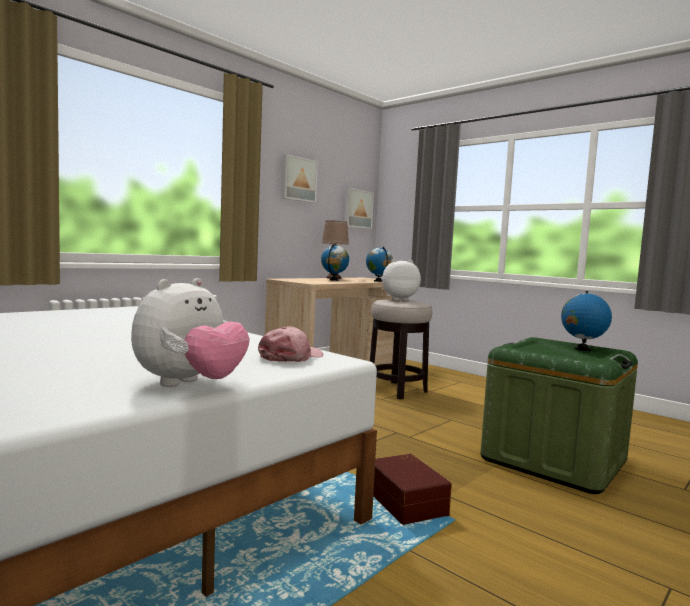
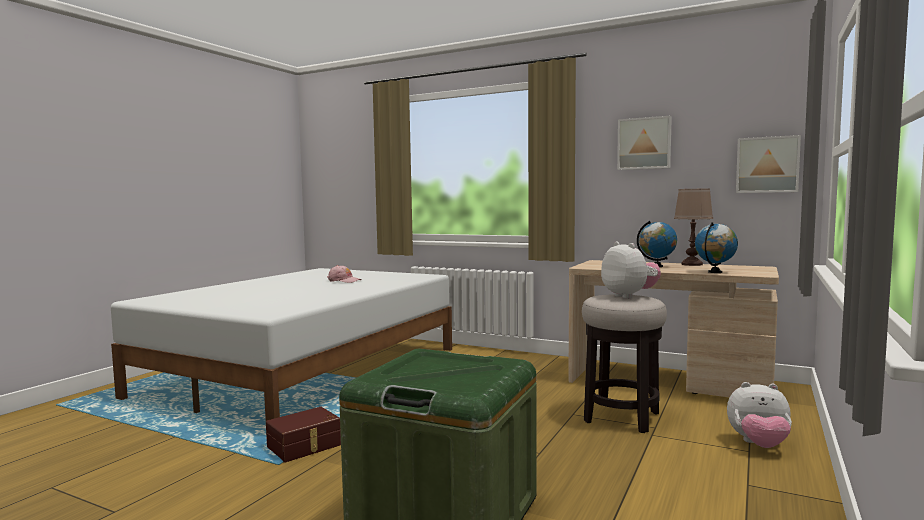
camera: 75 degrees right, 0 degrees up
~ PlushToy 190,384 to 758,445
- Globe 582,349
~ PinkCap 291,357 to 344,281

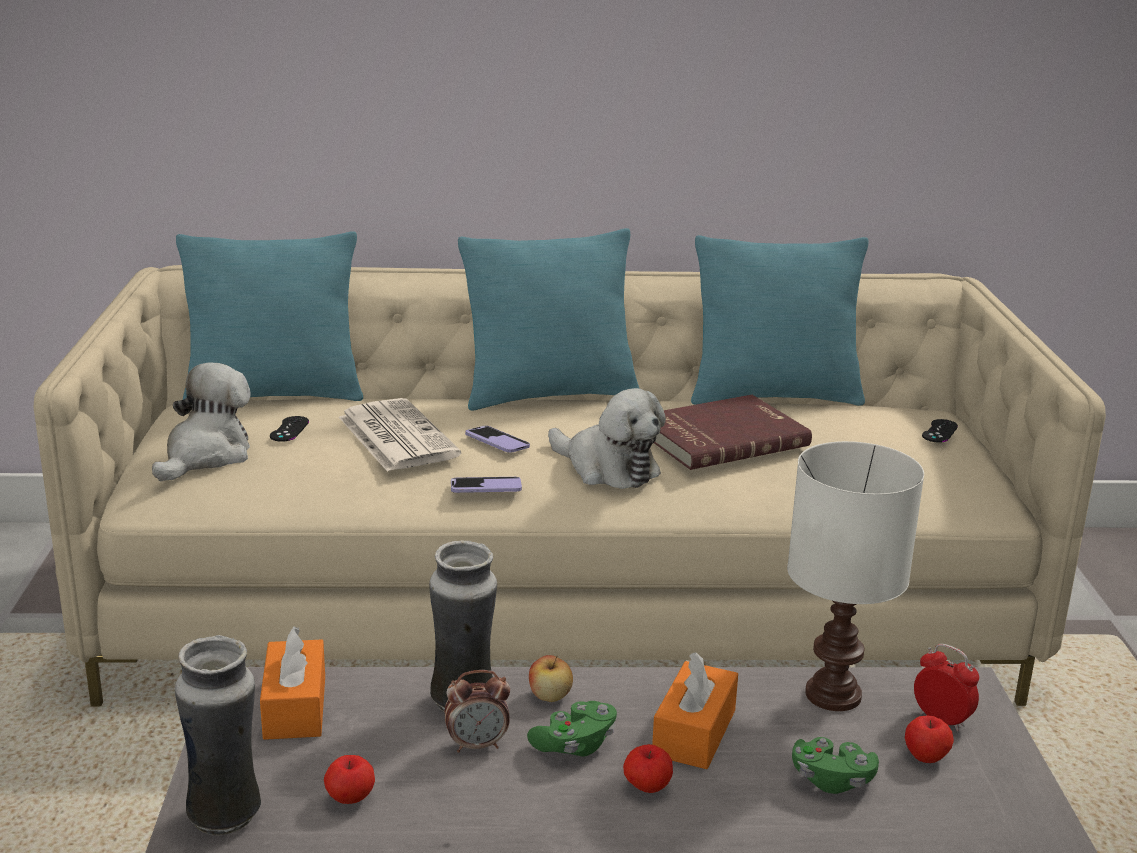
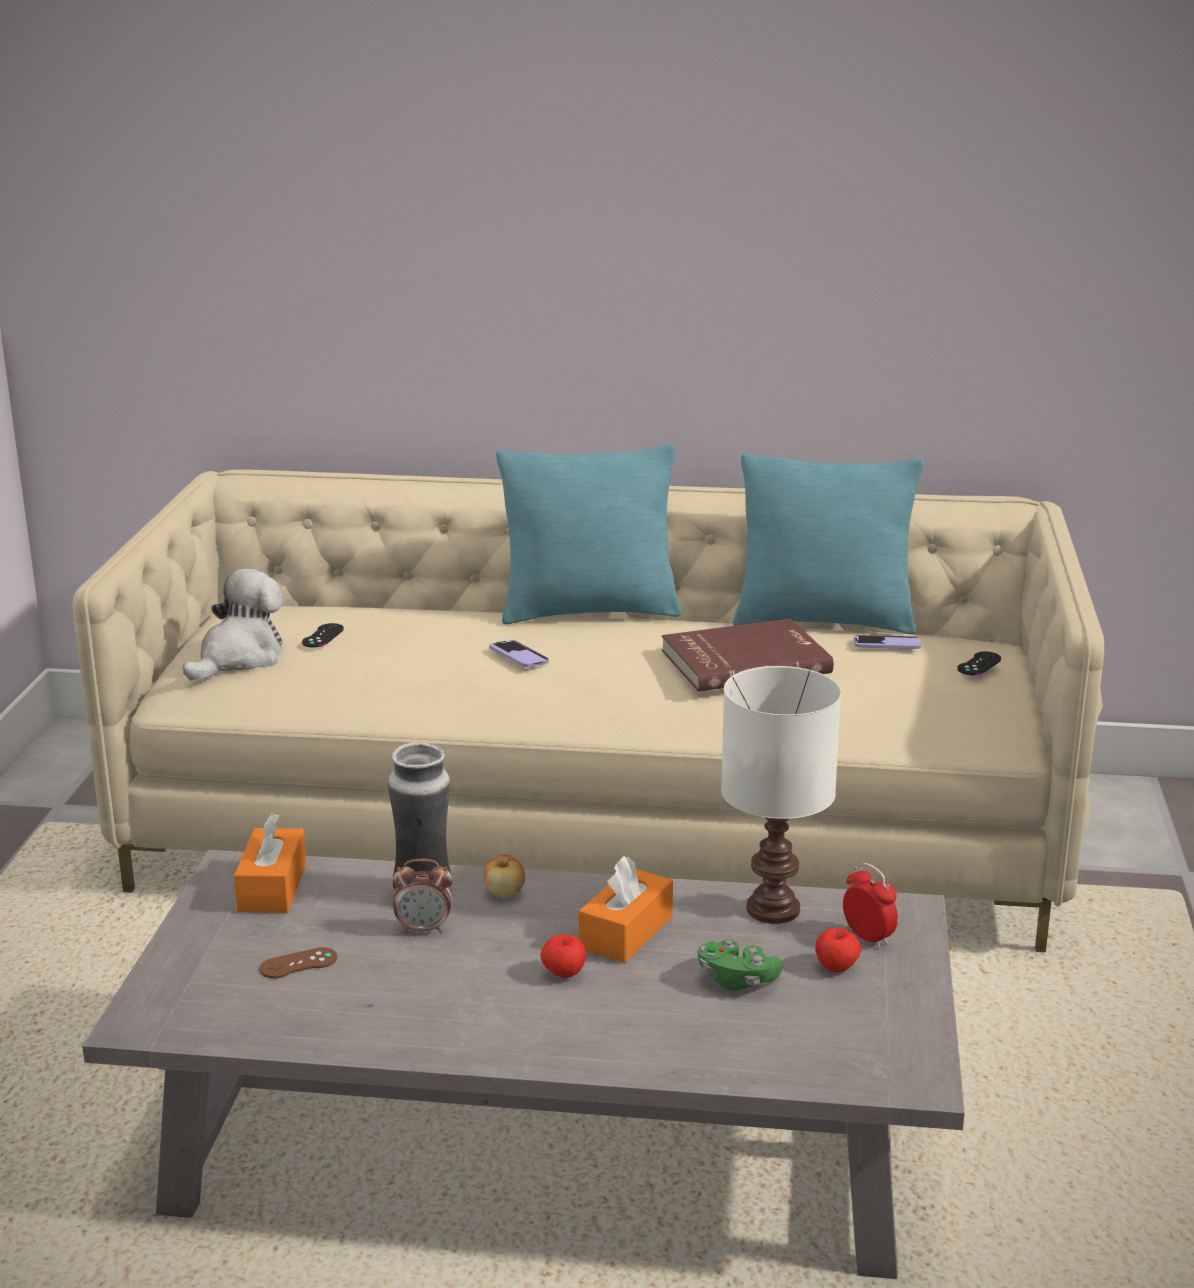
camera: 10 degrees right, 0 degrees up
- TurquoisePillow 275,395
- PlushToy 607,469
- Newspaper 395,436
~ Phone 486,487 to 886,644
- Vase 226,816
- GreenGameController 575,745
~ Apple 350,799 to BrownGameController 298,963

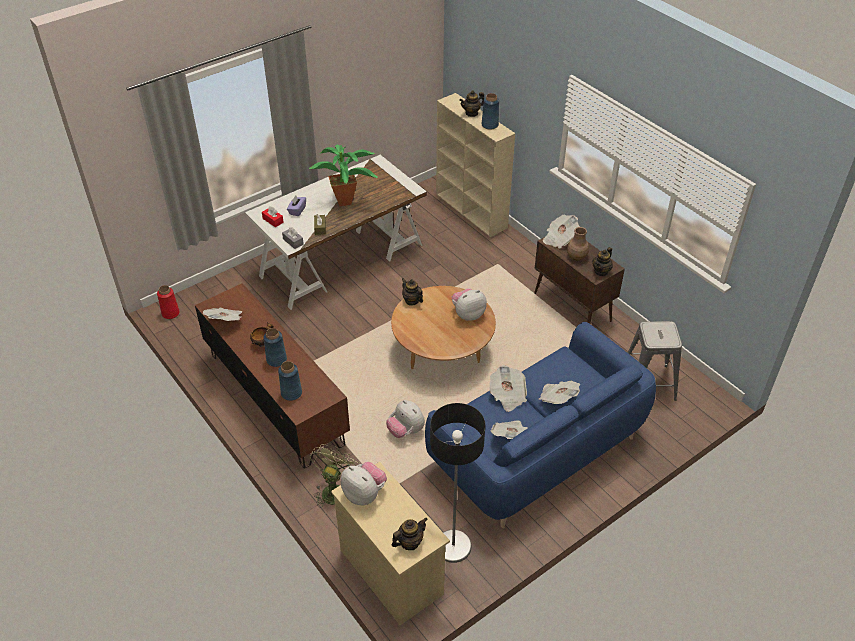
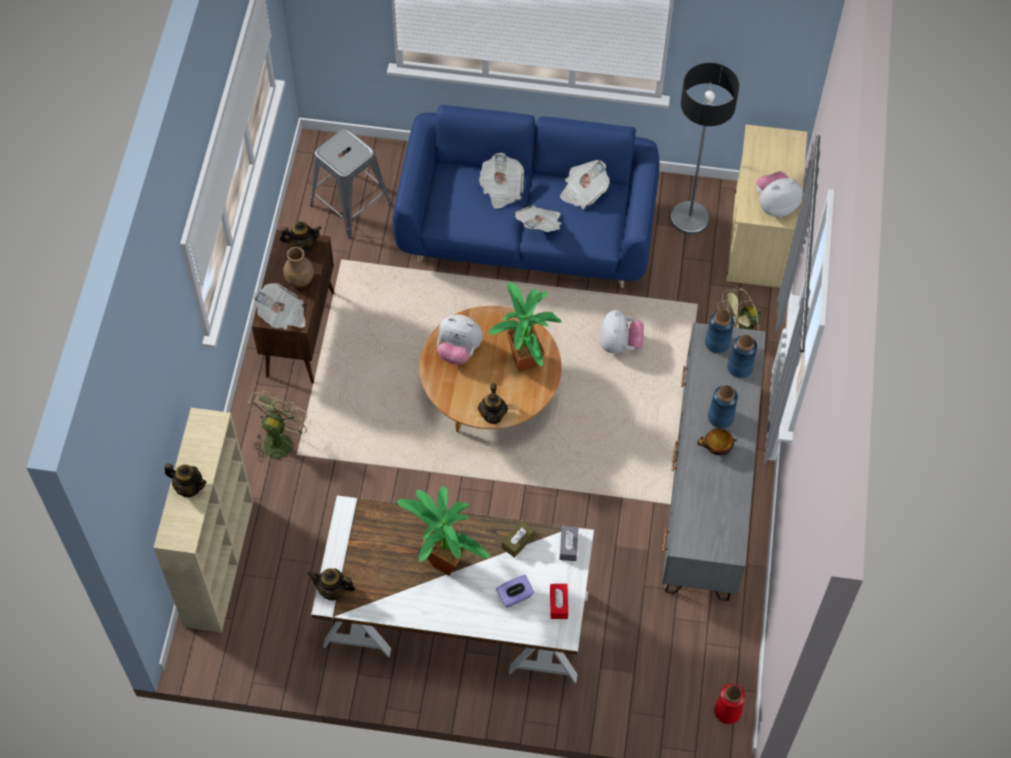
camera: 135 degrees left, 15 degrees up
~ BlueVase 489,125 to 717,343
~ BrownTvStand 275,397 to GreyTvStand 707,486
- Newspaper 225,321
~ PlushToy 364,494 = 775,205 75 degrees clockwise
~ Teapot 409,542 to 332,590
+ PottedPlant 525,357
+ GreenFan 279,439

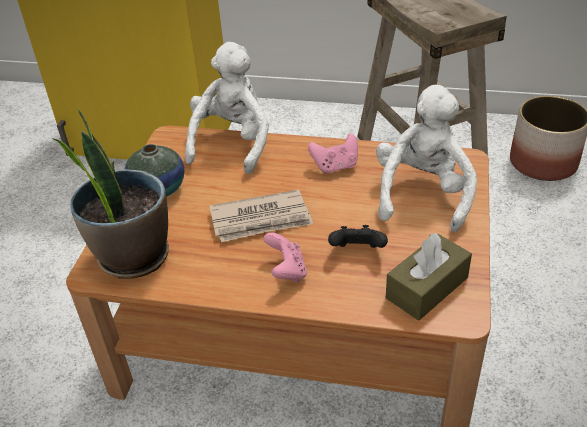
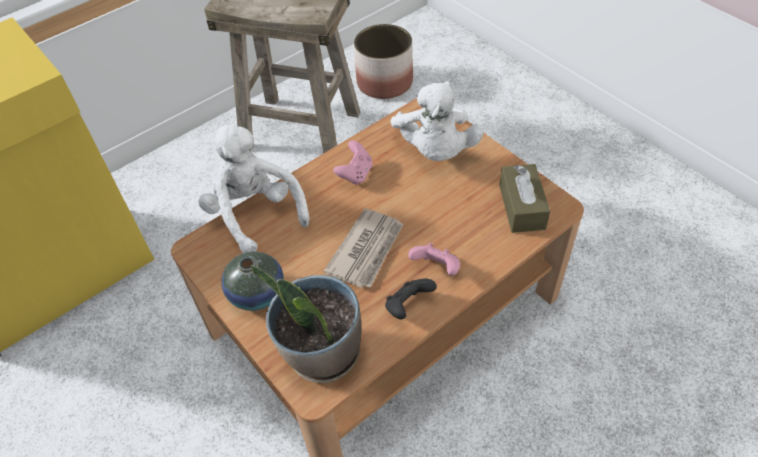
camera: 50 degrees left, 10 degrees up
~ WhitePlushToy 422,194 = 435,150 150 degrees counterclockwise
~ BlackGameController 357,251 to 408,306

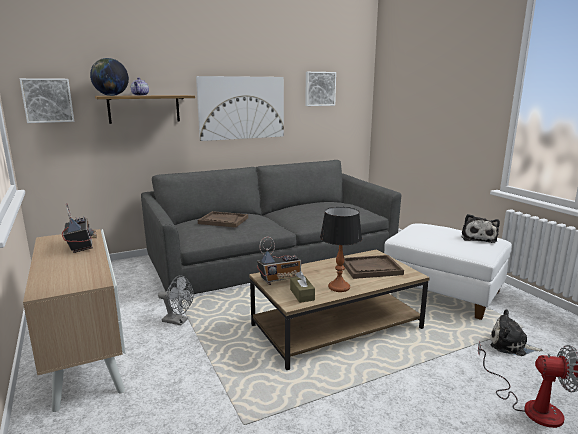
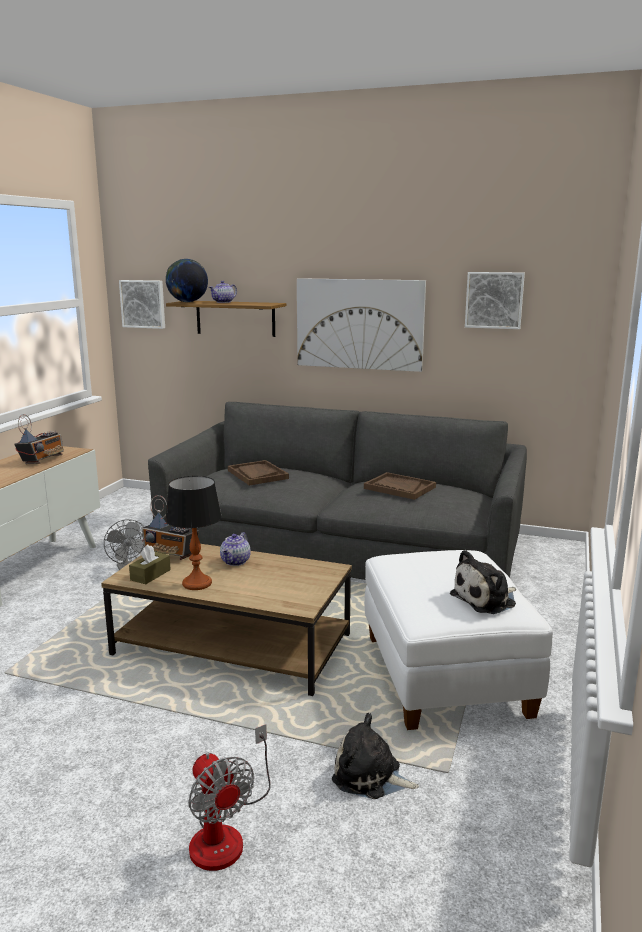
camera: 45 degrees right, 0 degrees up
~ BrownTray 371,268 to 399,488
~ PlushToy 511,345 = 370,776 45 degrees counterclockwise
+ Teapot 236,561

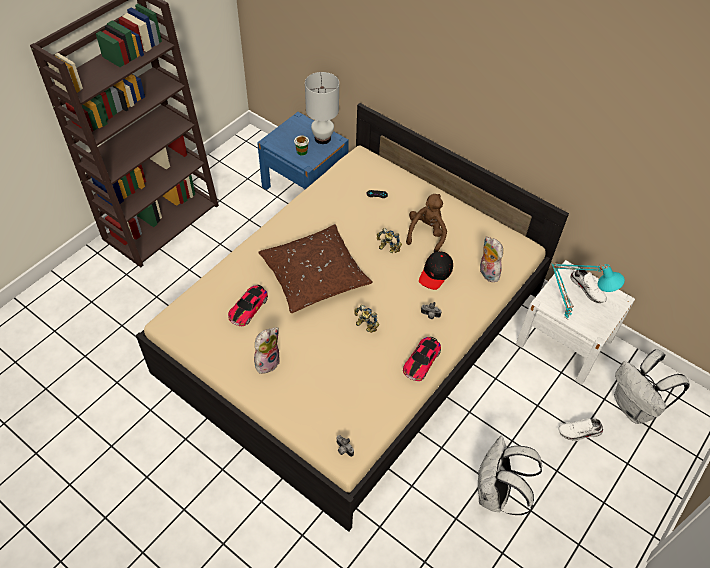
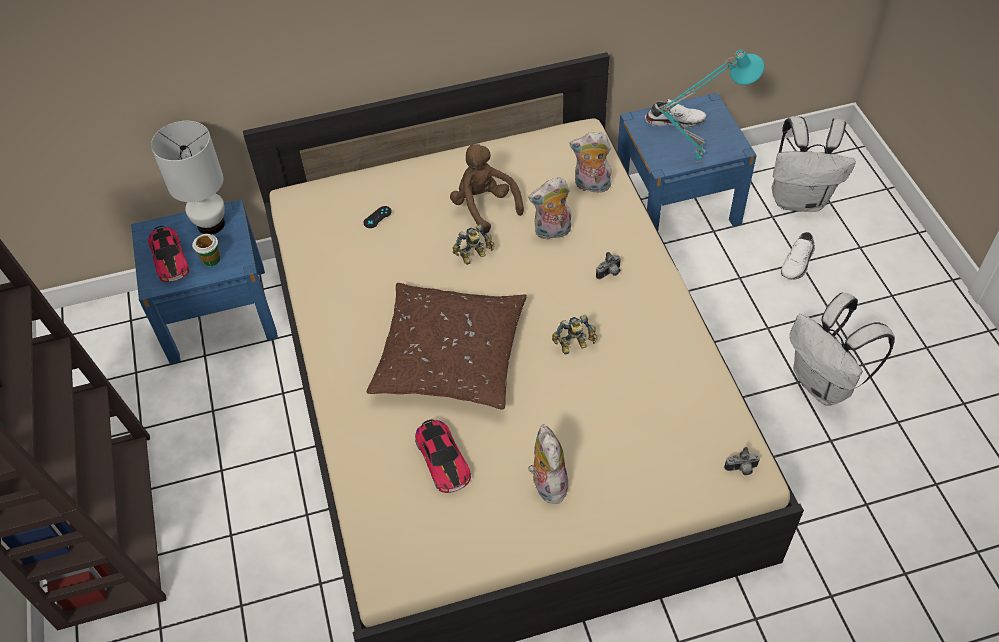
camera: 50 degrees left, 0 degrees up
~ BlackCap 435,273 to PlushToy 552,232
~ WhiteNightstand 564,341 to BlueNightstand 677,203
~ ToyCar 421,361 to 170,259

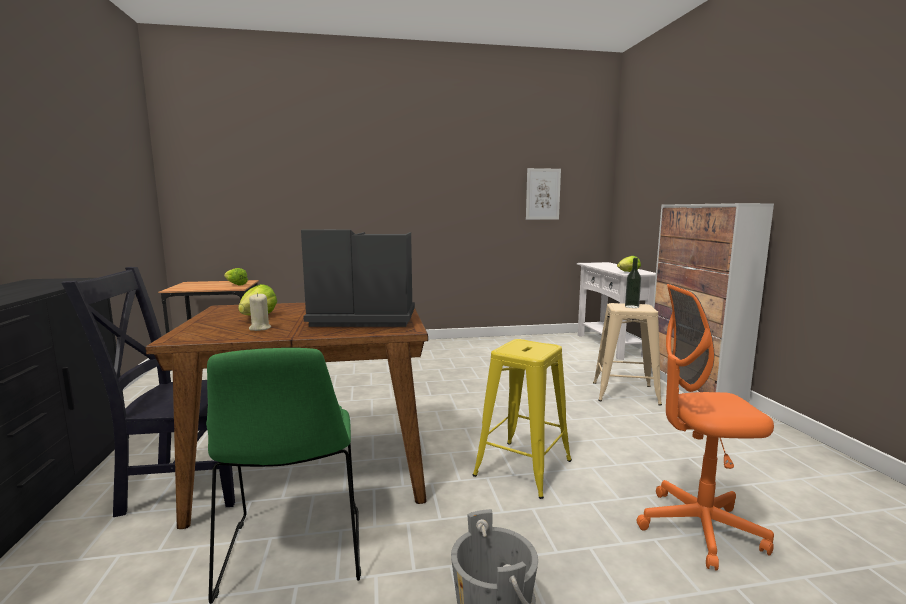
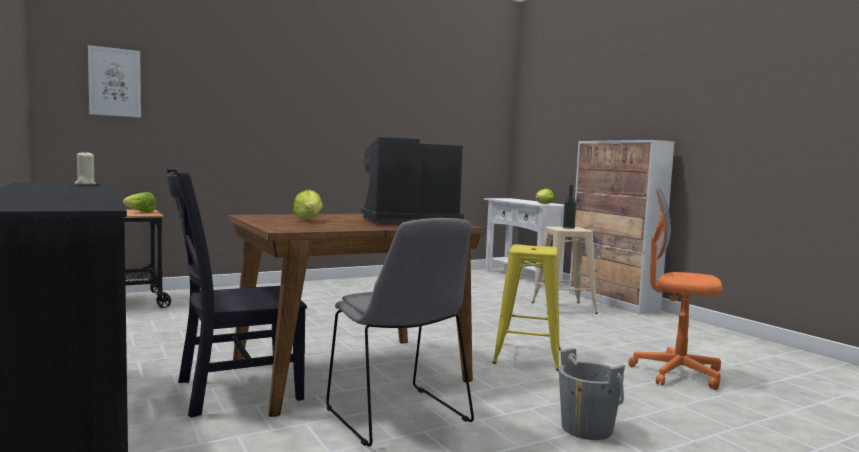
camera: 20 degrees left, 5 degrees down
~ Picture 543,194 to 114,82
~ OrangeOfficeChair 699,529 = 676,374 45 degrees clockwise
~ BeigeCandle 260,328 to 85,184
~ GreenChair 293,554 to GreyChair 399,417

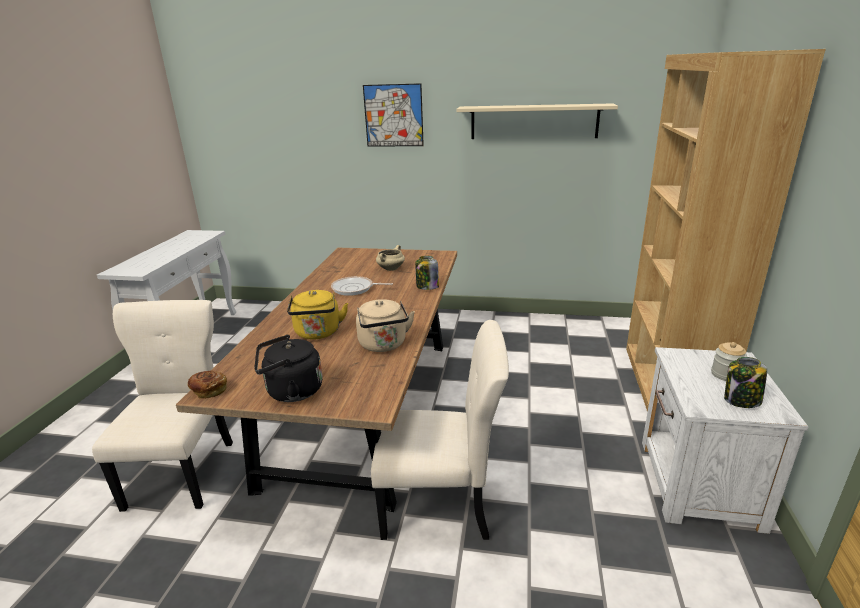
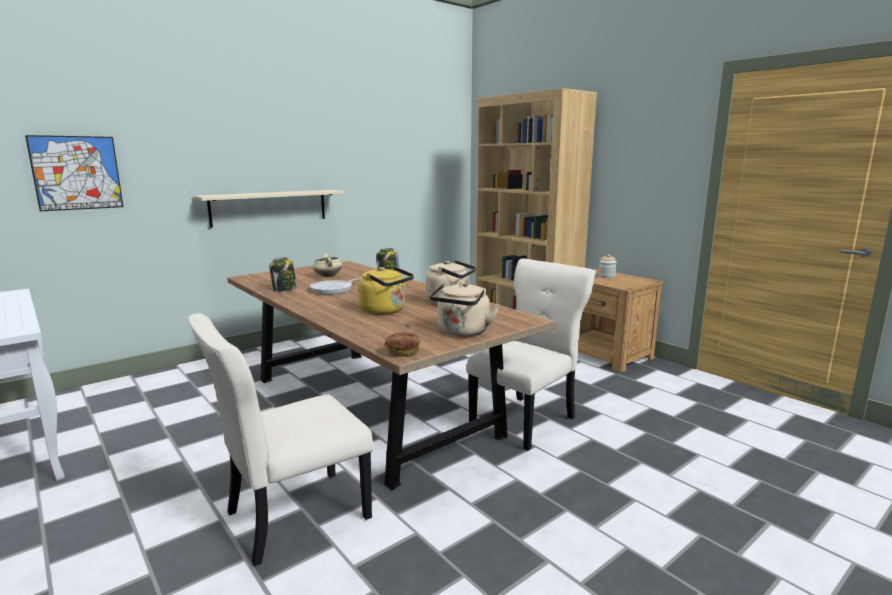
camera: 50 degrees left, 10 degrees down
~ Picture 393,115 to 77,173
~ BeigeShelf 534,122 to 269,207
~ BeigeChair 184,471 = 292,517 75 degrees counterclockwise
~ BlackKettle 291,391 to BeigeKettle 462,332
~ WhiteNightstand 697,484 to BrownNightstand 605,355
~ Jar 741,400 to 284,289

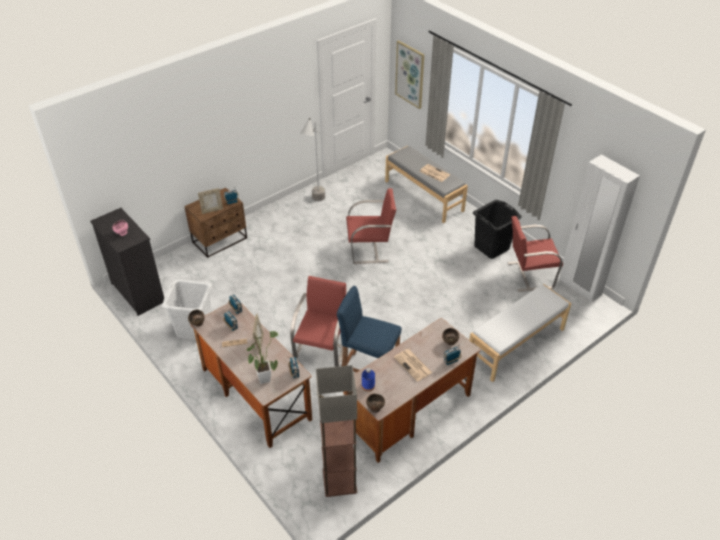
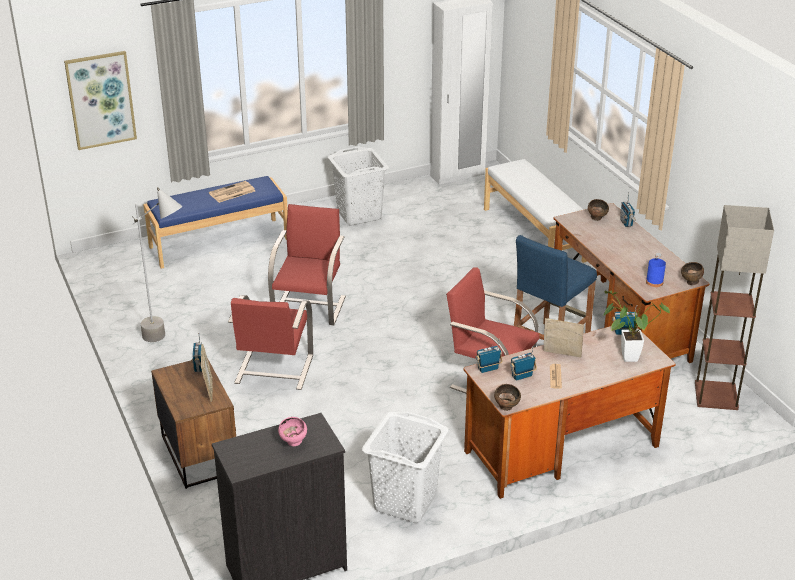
camera: 75 degrees left, 10 degrees down
~ GreyBench 424,196 to BlueBench 219,242
~ BlackLaundryBasket 492,247 to WhiteLaundryBasket 359,214
~ RedChair 529,275 to 273,370
- Newspaper 413,365

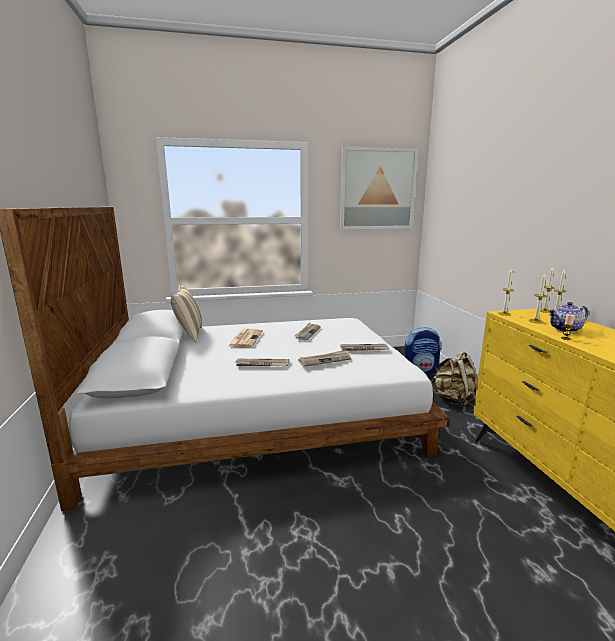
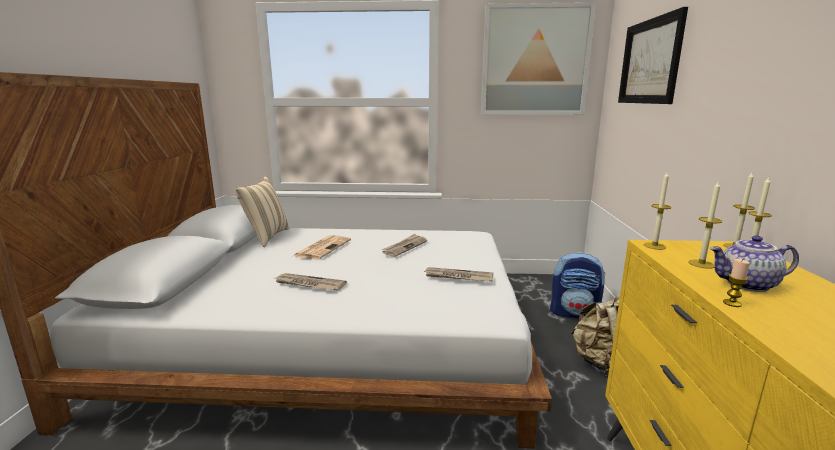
camera: 15 degrees right, 0 degrees up
- Newspaper 325,360
+ Picture 650,62

